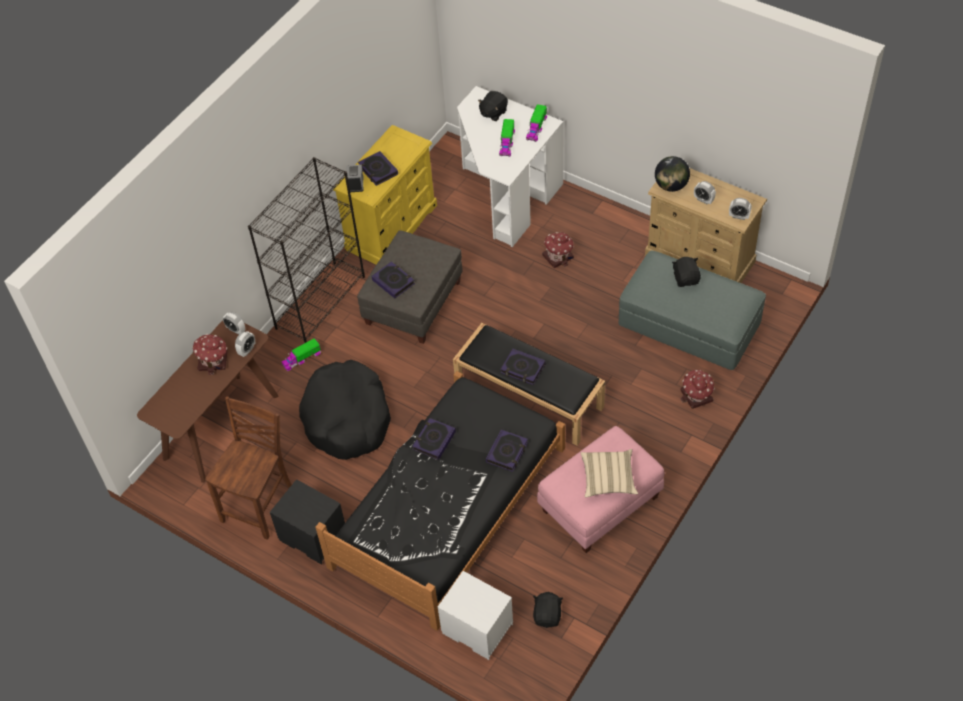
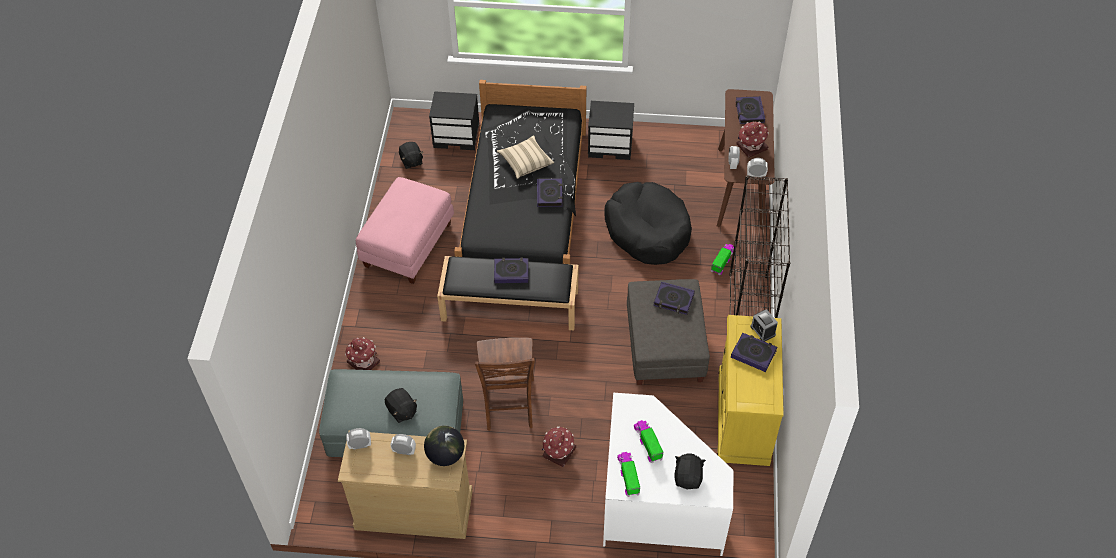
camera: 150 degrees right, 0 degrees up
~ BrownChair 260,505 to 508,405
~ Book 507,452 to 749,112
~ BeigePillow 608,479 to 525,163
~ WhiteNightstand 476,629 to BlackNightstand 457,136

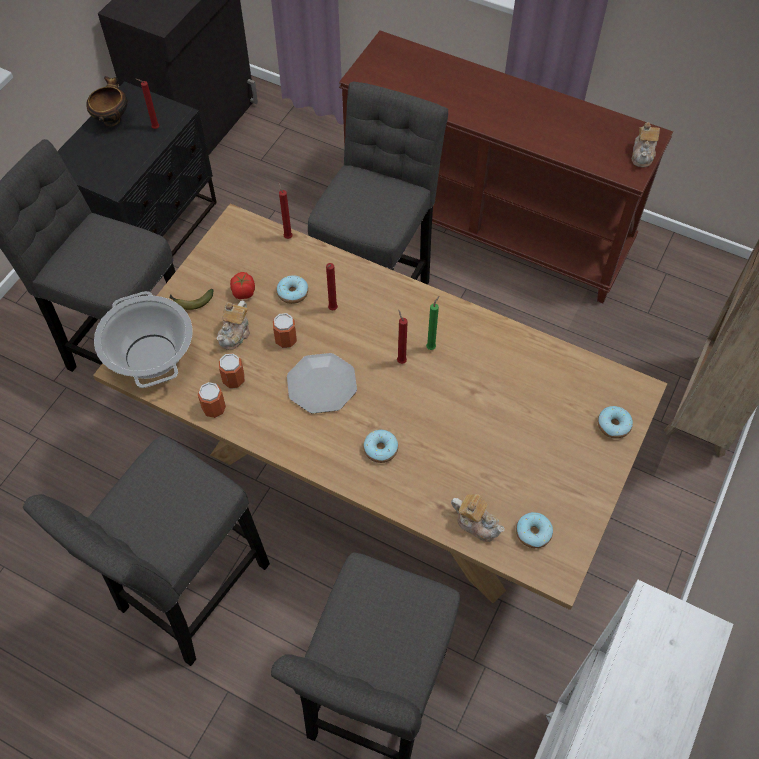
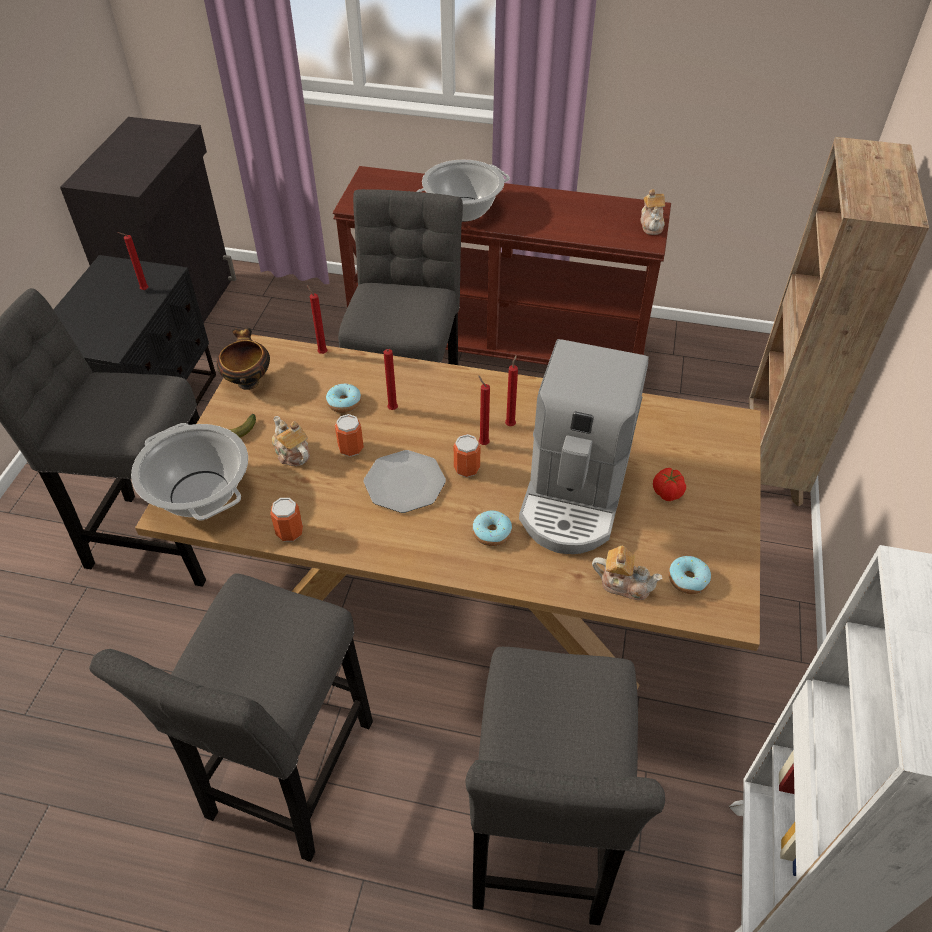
camera: 15 degrees left, 10 degrees down
~ Bowl 112,119 to 248,381
~ Tomato 243,292 to 667,493
~ GreenCandle 432,347 to RedCandle 511,424
~ Teapot 235,334 = 292,453 135 degrees clockwise
~ Can 234,380 to 466,468
- Donut 613,425
+ CookingPot 463,210
+ CoffeeMachine 575,494

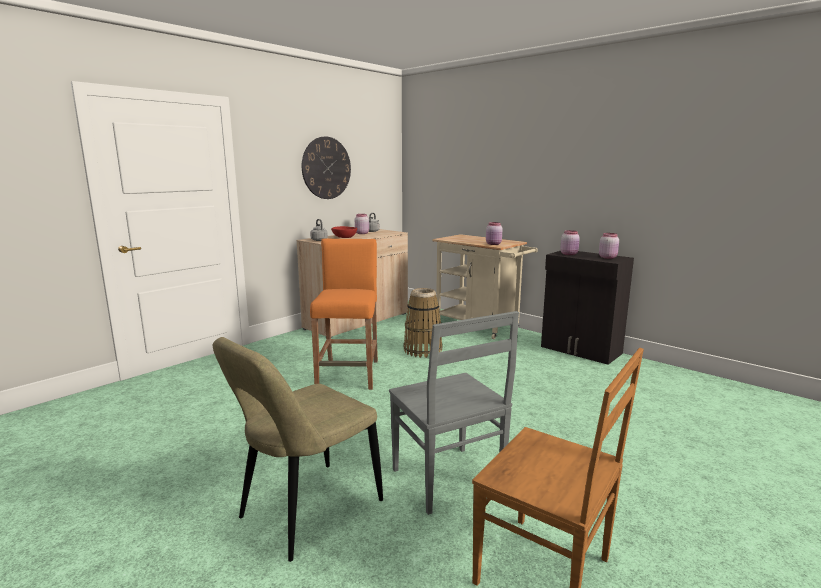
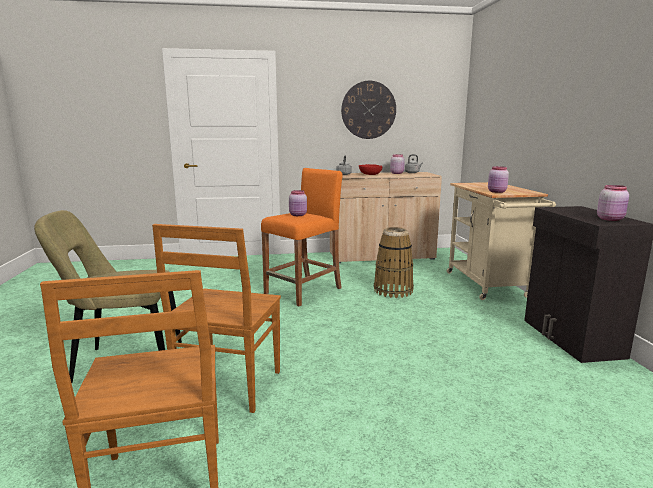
camera: 40 degrees right, 0 degrees up
~ PinkJar 569,254 to 298,215
~ GreyChair 448,480 to BrownChair 228,387

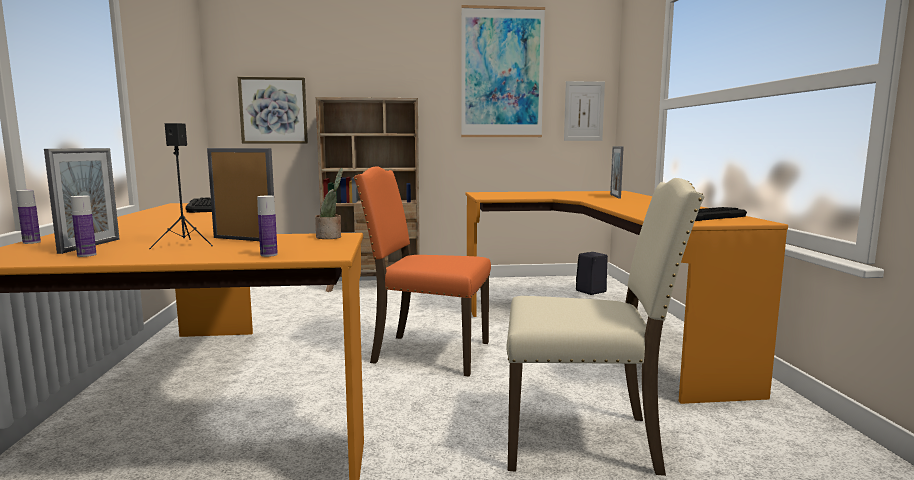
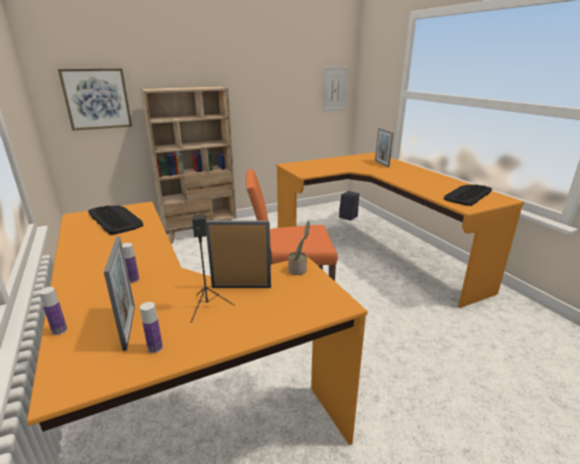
camera: 20 degrees left, 15 degrees up
- Picture 502,73
- BeigeChair 584,439
~ Bottle 269,255 to 133,279

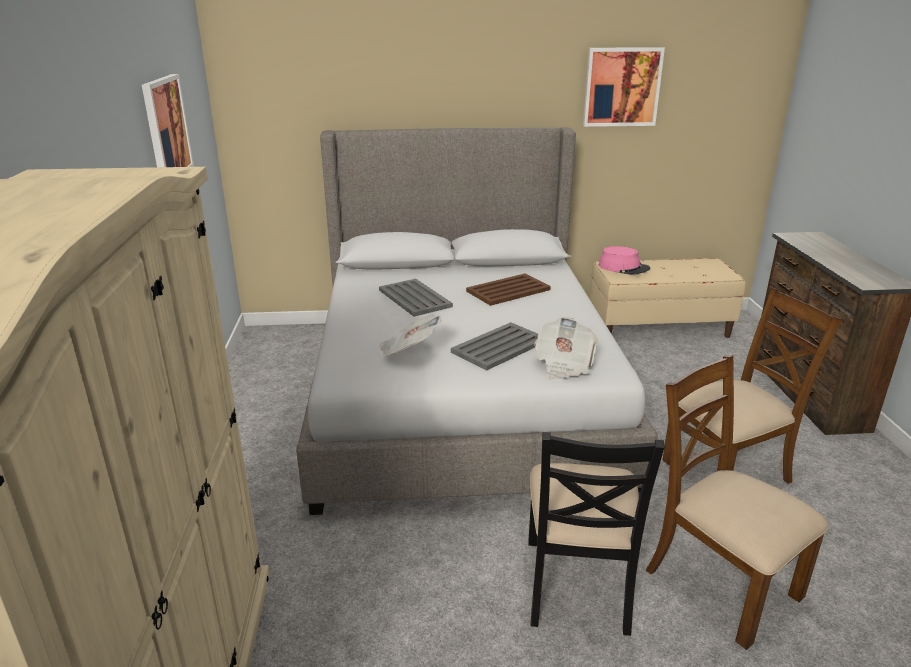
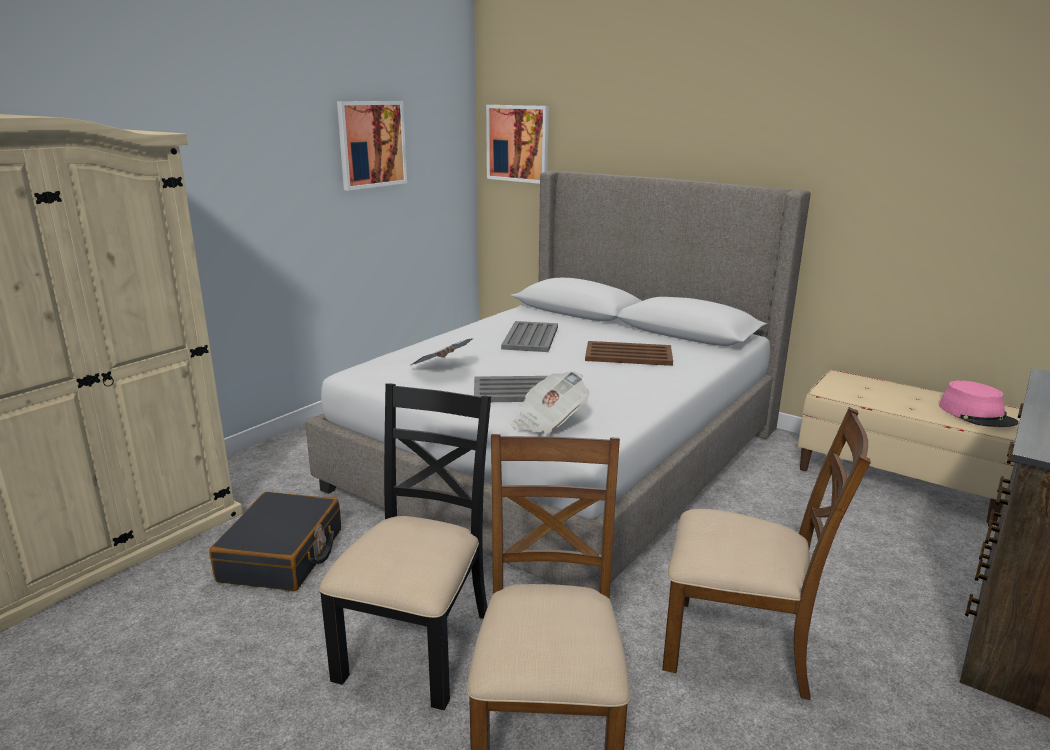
camera: 40 degrees right, 5 degrees down
~ Picture 622,87 to 518,143
~ PinkHat 623,267 to 977,414
~ BlackChair 577,584 = 418,644 150 degrees clockwise
+ BlackSuitcase 282,555

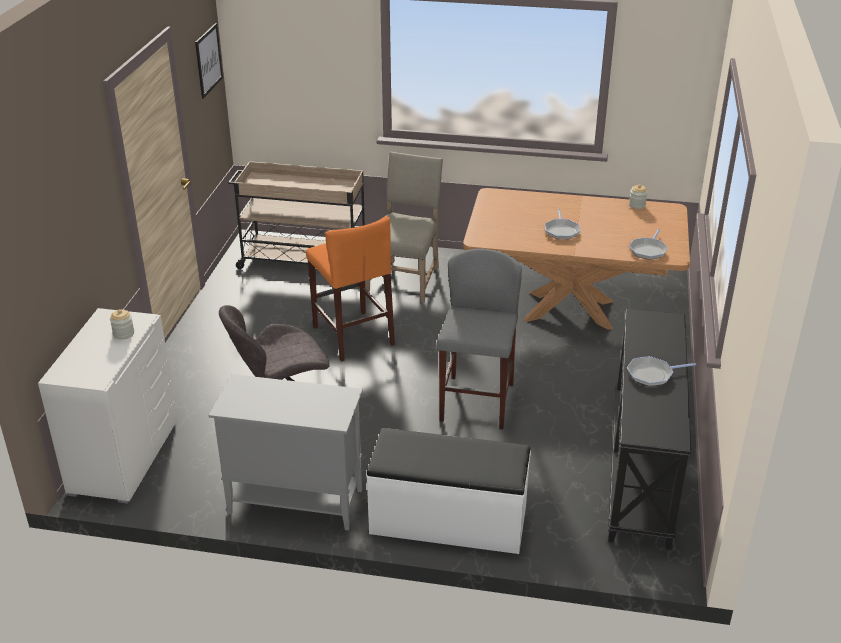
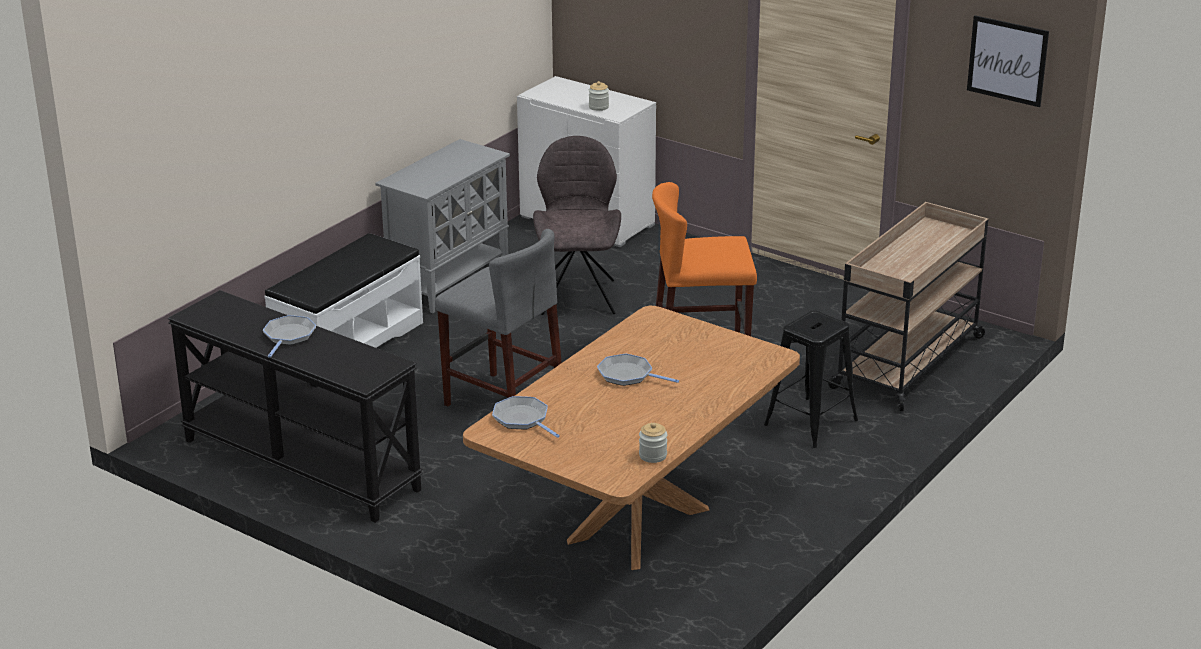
camera: 115 degrees right, 5 degrees down
~ BeigeChair 405,279 to BlackStool 811,422

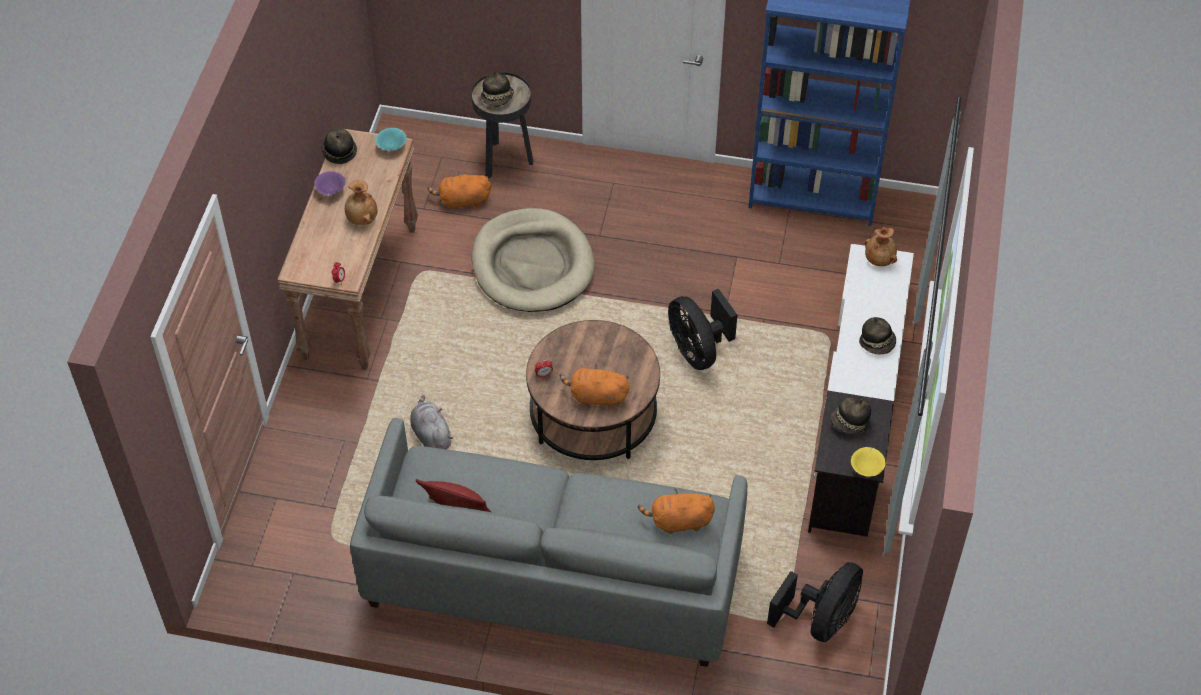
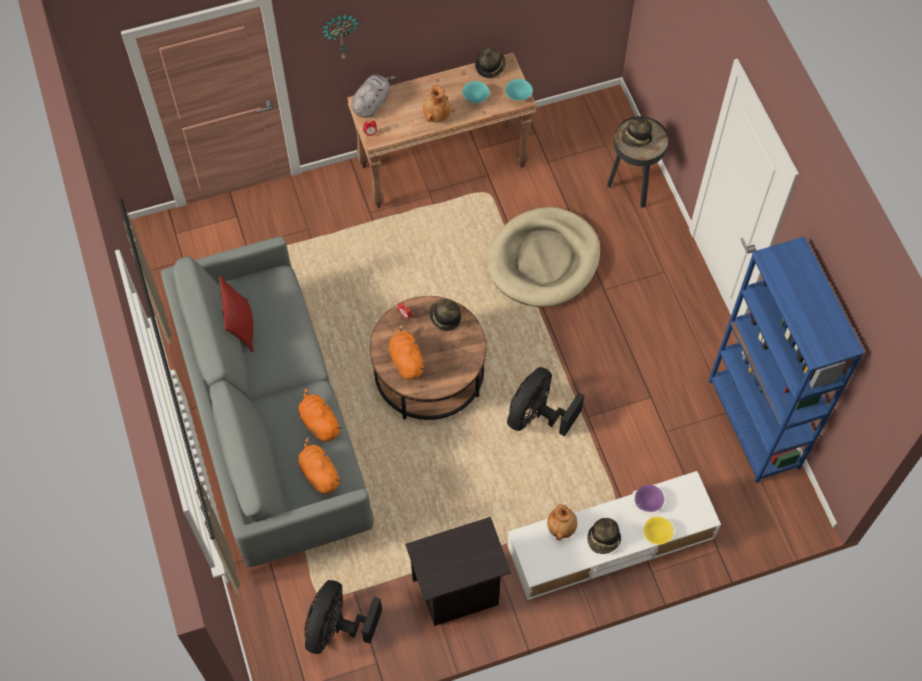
camera: 60 degrees right, 10 degrees up
~ PurpleBowl 330,191 to 647,502
~ OrangePlushToy 462,201 to 319,422
~ BrownVase 879,259 to 562,527
~ GreyPlushToy 431,435 to 372,103
~ Hat 850,423 to 444,318
~ YellowBowl 867,468 to 657,534
~ BlackFan 821,620 = 337,627 105 degrees clockwise
+ WallClock 340,35
+ TurquoiseBowl 475,97

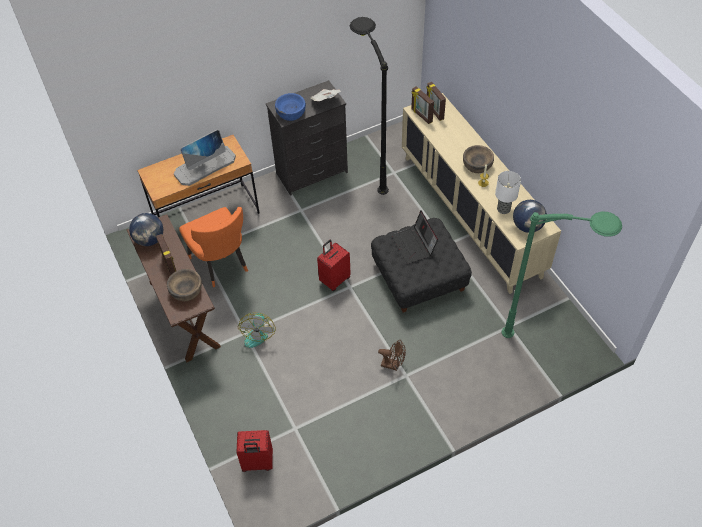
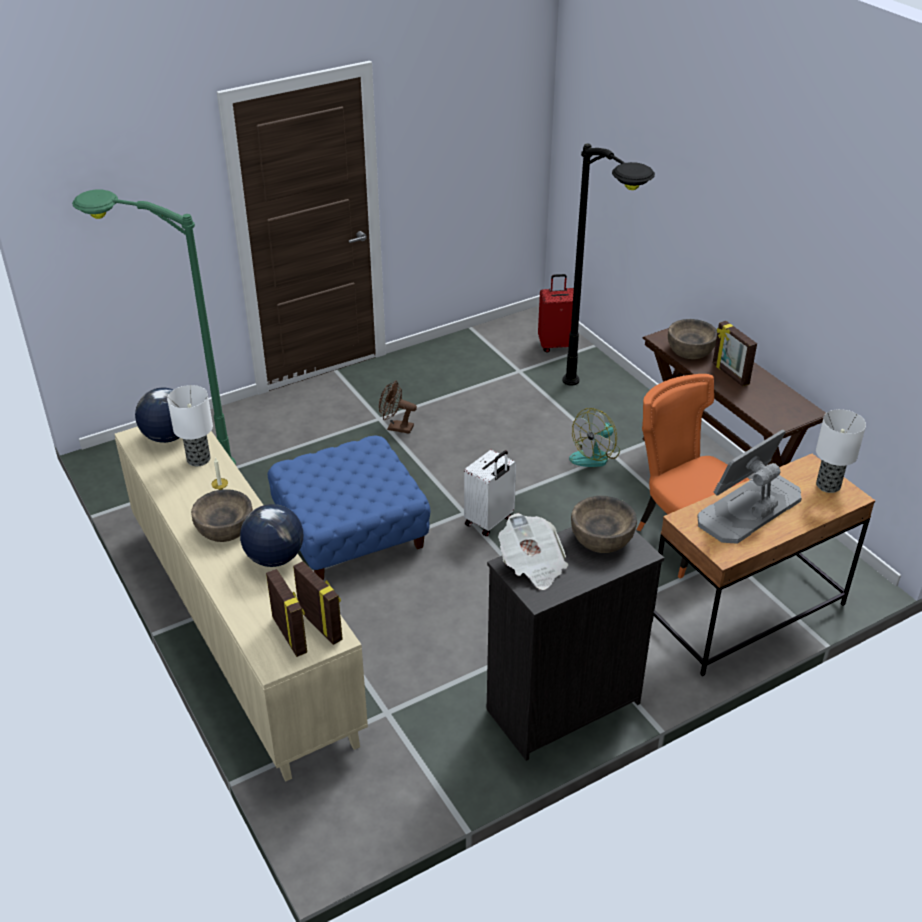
camera: 175 degrees right, 15 degrees down
~ BlackFloorLamp 369,166 to 597,409
~ BlueBowl 291,113 to BrownBowl 601,537
- Laptop 414,245
~ Globe 150,239 to 274,558
~ BlackOttoman 419,276 to BlueOttoman 349,530
~ RedSuitcase 334,280 to WhiteSuitcase 489,521
~ Fan 257,332 = 595,455 135 degrees counterclockwise
+ TableLamp 829,485

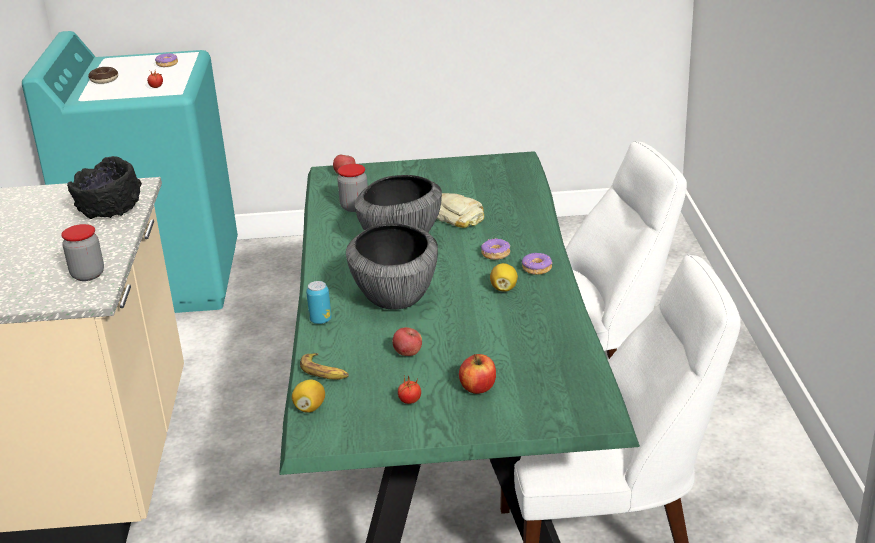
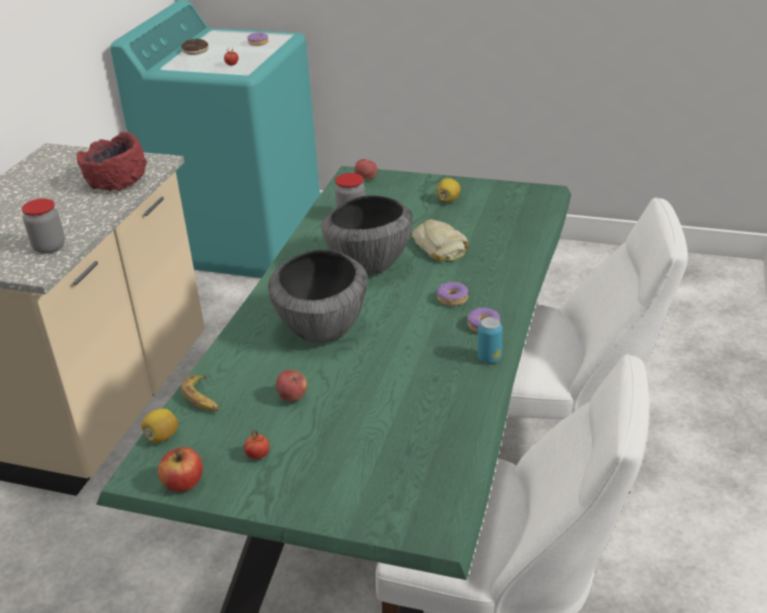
camera: 20 degrees right, 5 degrees up
~ BlackBowl 109,209 to RedBowl 117,182
~ Lemon 504,288 to 448,200
~ Can 320,320 to 489,358
~ Apple 478,388 to 183,483

